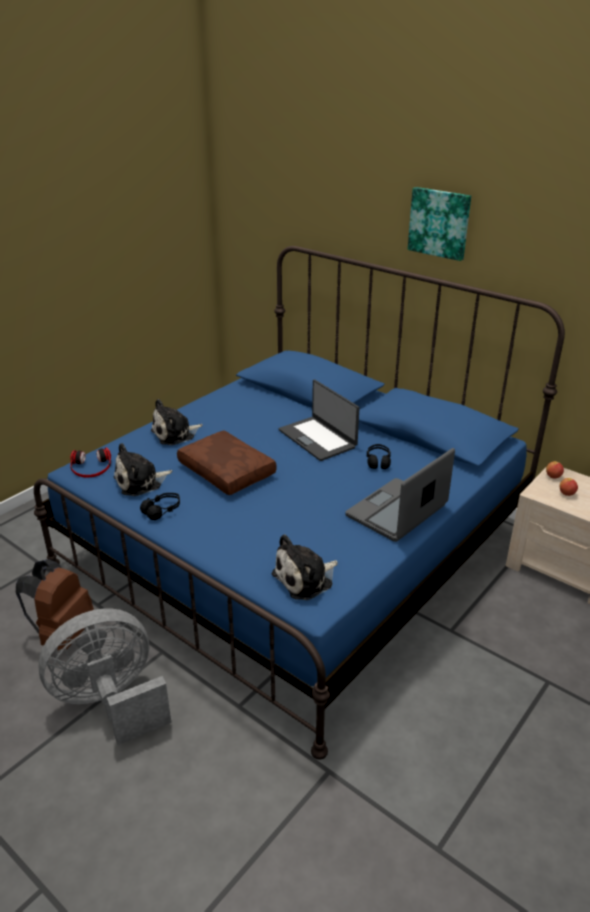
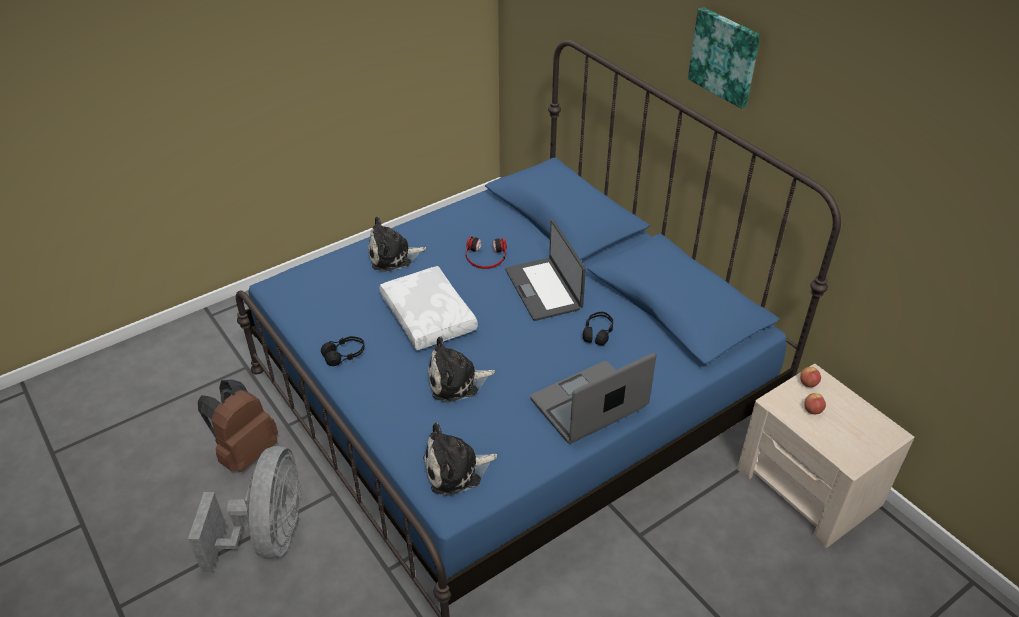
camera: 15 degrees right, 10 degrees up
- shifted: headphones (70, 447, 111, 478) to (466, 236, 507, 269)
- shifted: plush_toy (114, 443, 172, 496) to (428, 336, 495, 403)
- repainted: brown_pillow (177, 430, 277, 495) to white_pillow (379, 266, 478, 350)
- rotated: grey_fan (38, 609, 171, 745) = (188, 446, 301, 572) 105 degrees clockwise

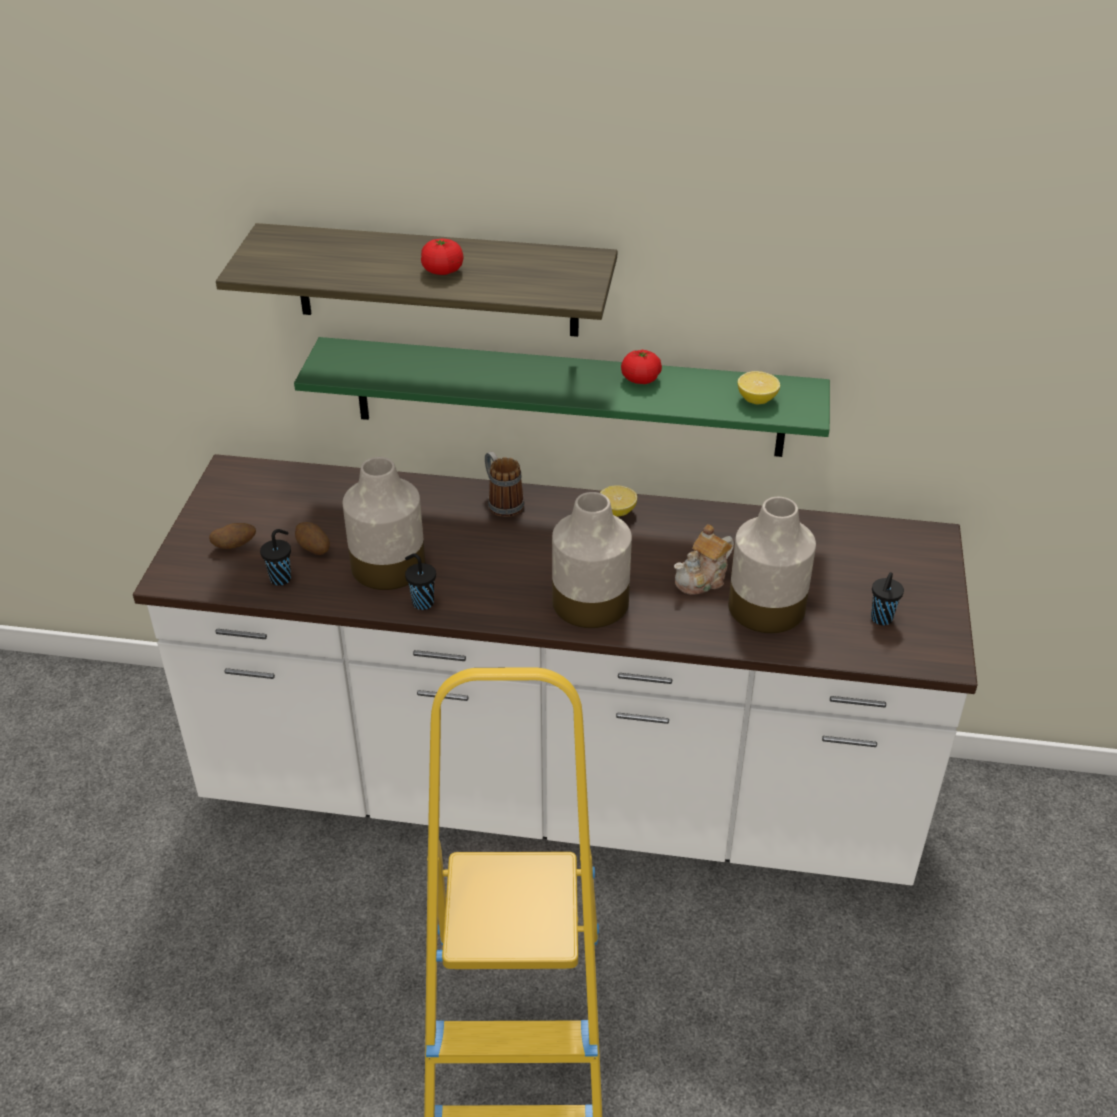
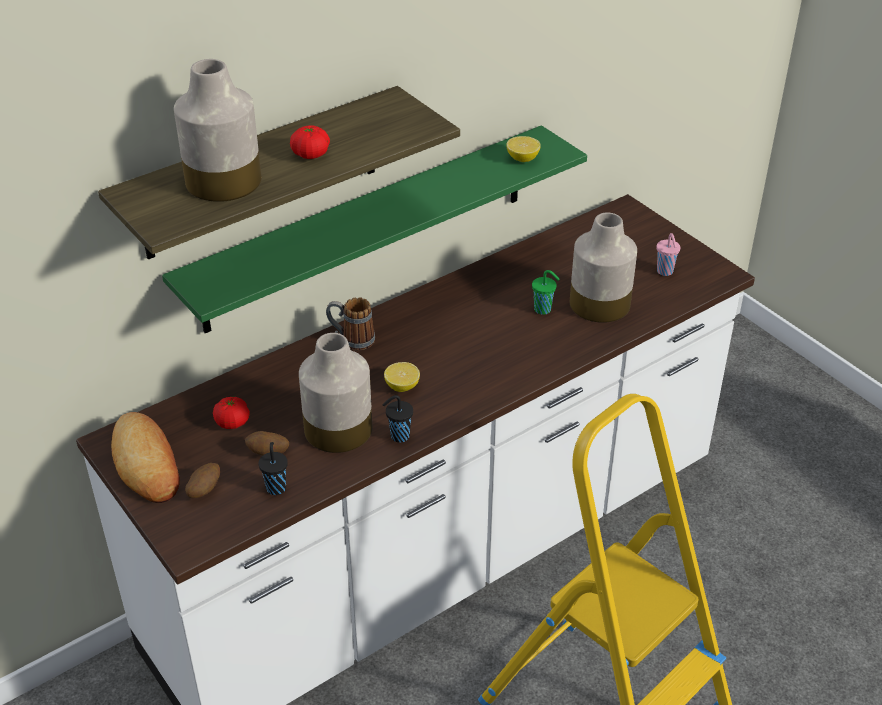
camera: 45 degrees left, 0 degrees up
- new: bread (111, 412, 180, 503)
- shifted: beige_vase (552, 492, 632, 628) to (174, 59, 262, 202)
- shifted: lemon (600, 485, 637, 516) to (384, 362, 420, 392)
- shifted: tomato (621, 350, 662, 384) to (213, 397, 250, 429)
- swapped: teapot (674, 524, 734, 595) to green_cup (532, 270, 560, 315)
- repainted: black_cup (871, 572, 904, 625) to pink_cup (656, 233, 680, 276)

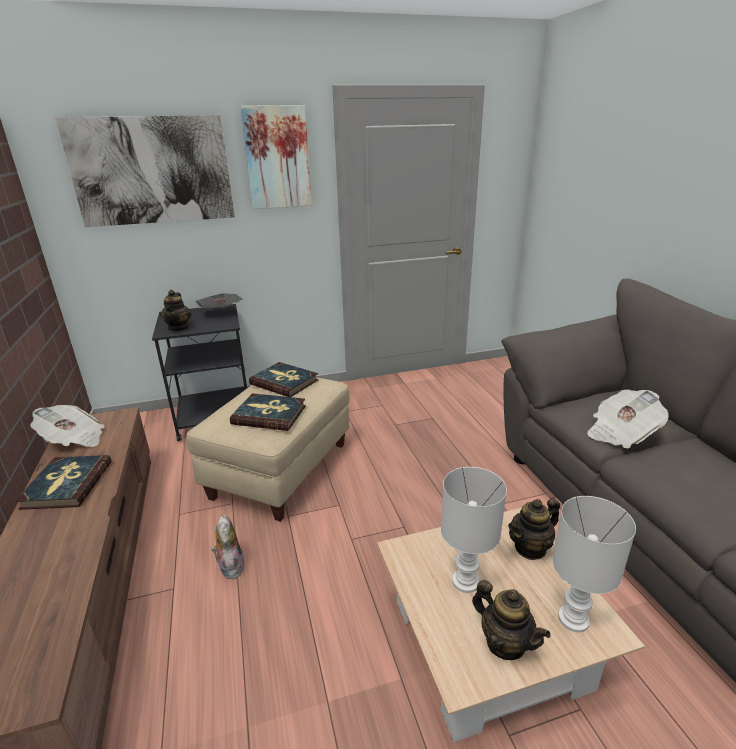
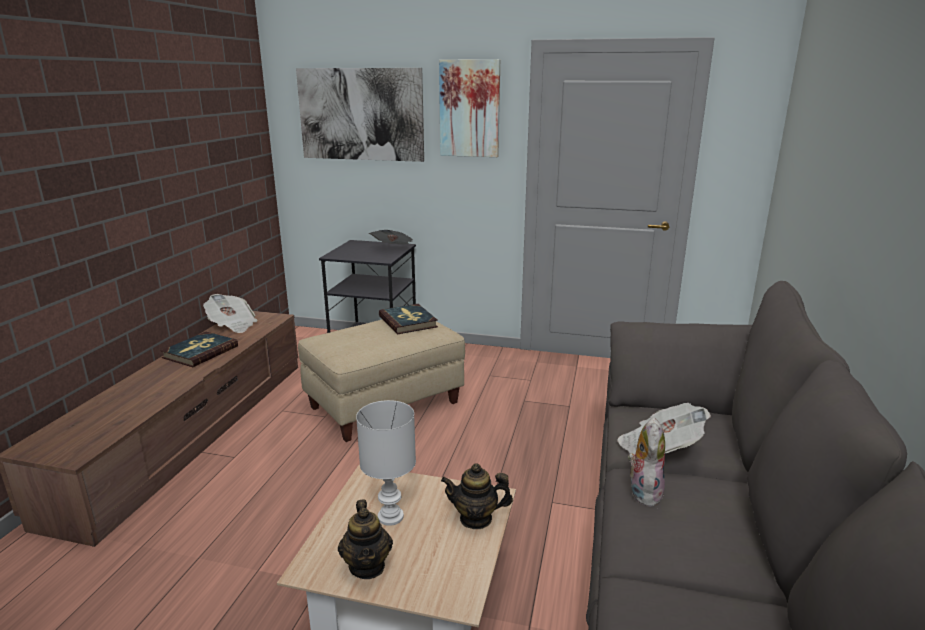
camera: 30 degrees right, 5 degrees down
- gone: teapot (160, 290, 191, 331)
- gone: book (230, 393, 306, 431)
- gone: white_table_lamp (552, 496, 636, 632)
- shifted: plush_toy (211, 515, 245, 579) to (628, 417, 665, 507)

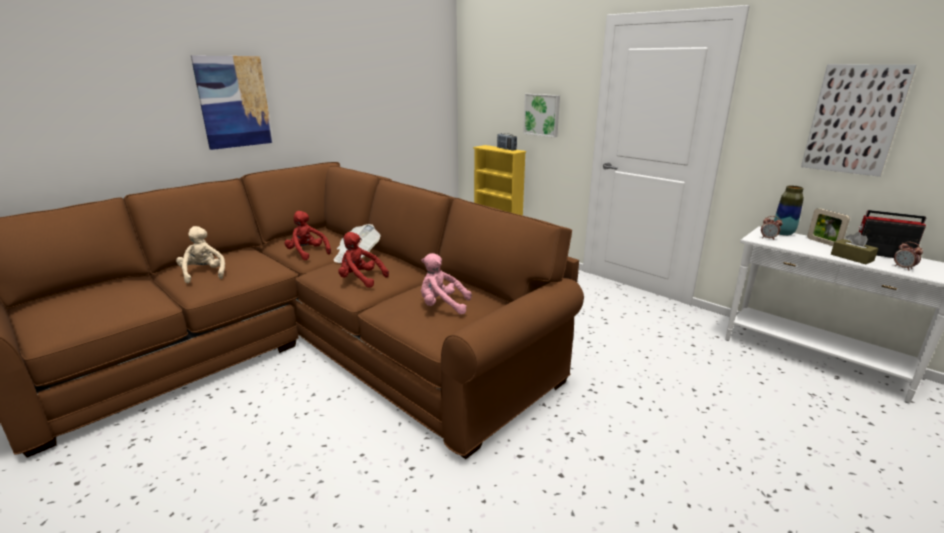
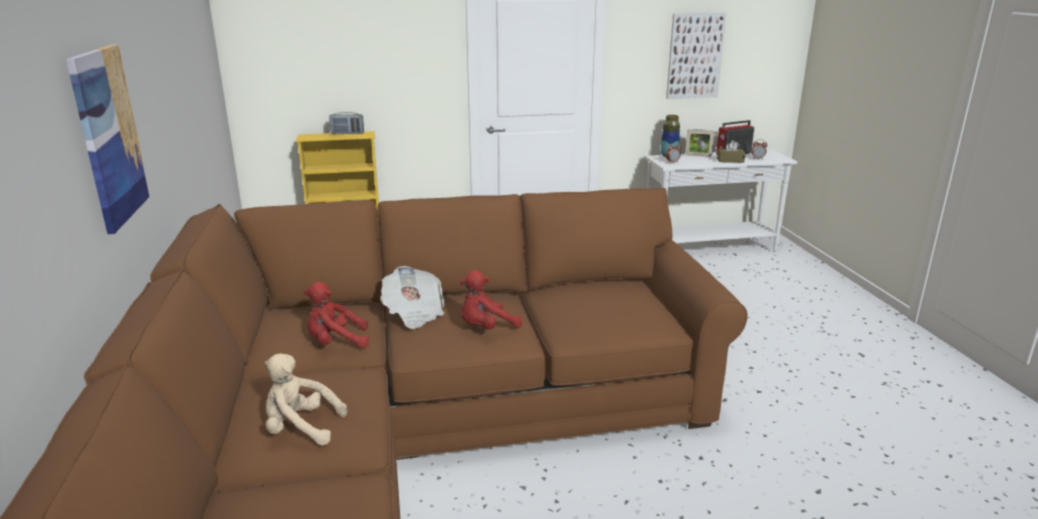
camera: 55 degrees left, 0 degrees up
- gone: pink_plush_toy (421, 253, 472, 314)
- gone: picture (523, 94, 560, 138)

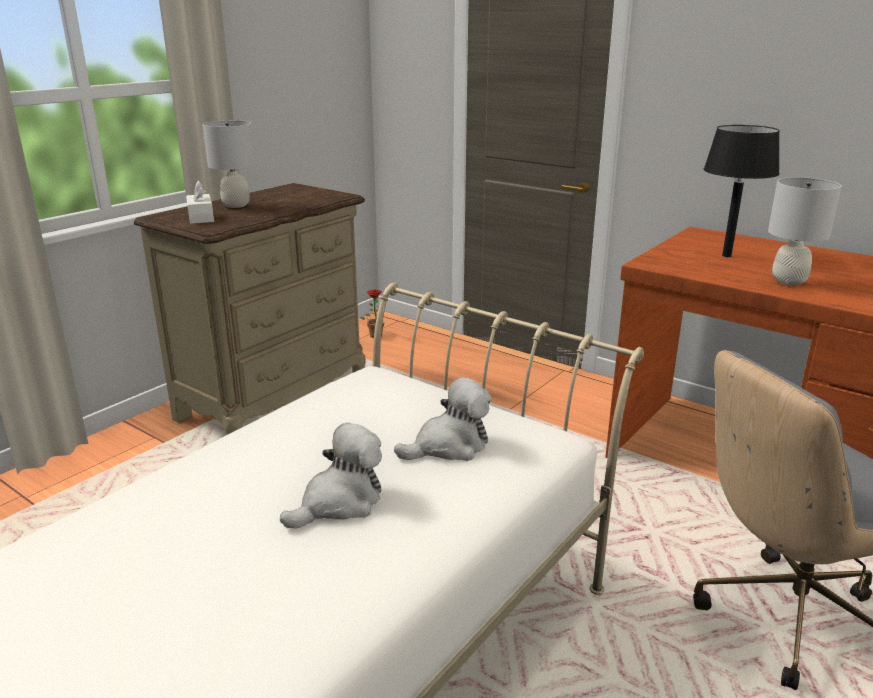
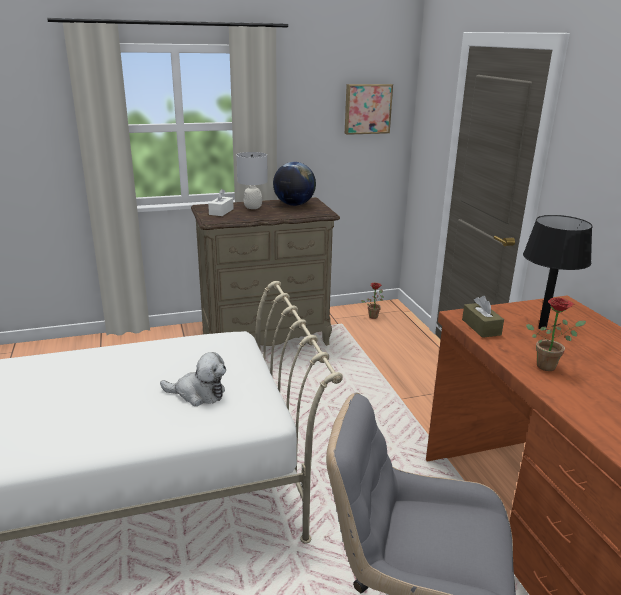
camera: 35 degrees right, 0 degrees up
- gone: plush_toy (280, 423, 382, 528)
- new: globe (273, 162, 316, 206)
- new: picture (345, 84, 393, 135)
- new: brown_tissue_box (462, 296, 504, 338)
- swapped: grey_table_lamp (768, 177, 842, 285) to potted_plant (526, 297, 586, 371)

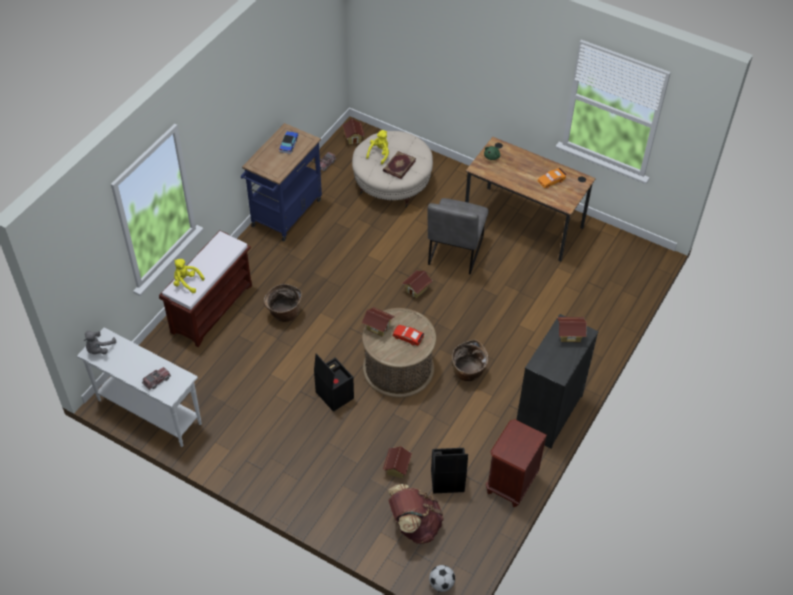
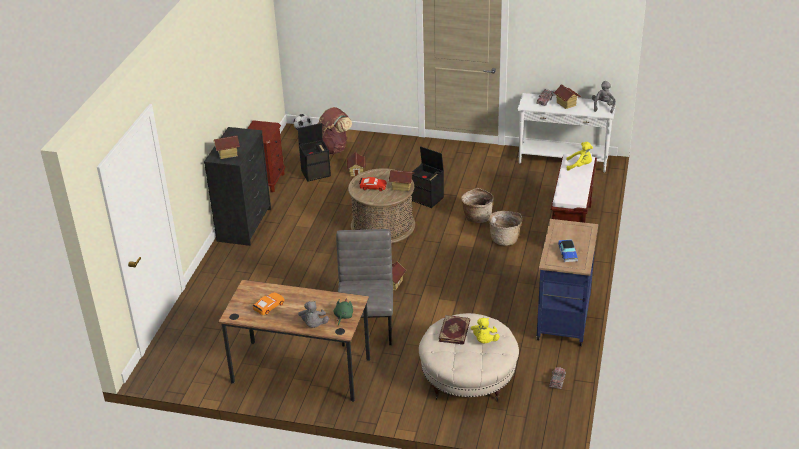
camera: 165 degrees right, 15 degrees down
- new: grey_plush_toy (298, 301, 329, 328)
- shifted: toy_house (343, 119, 365, 144) to (553, 84, 581, 109)
- shifted: basket (452, 340, 488, 381) to (461, 188, 493, 223)

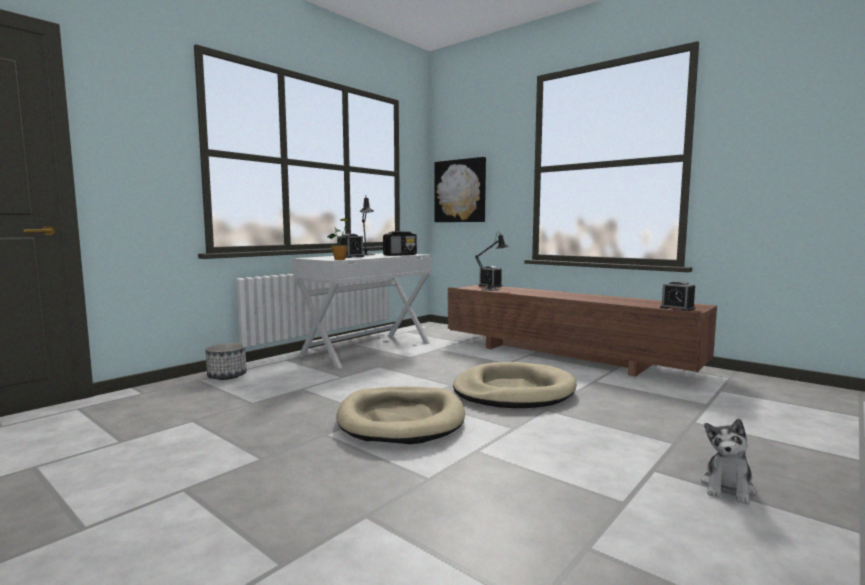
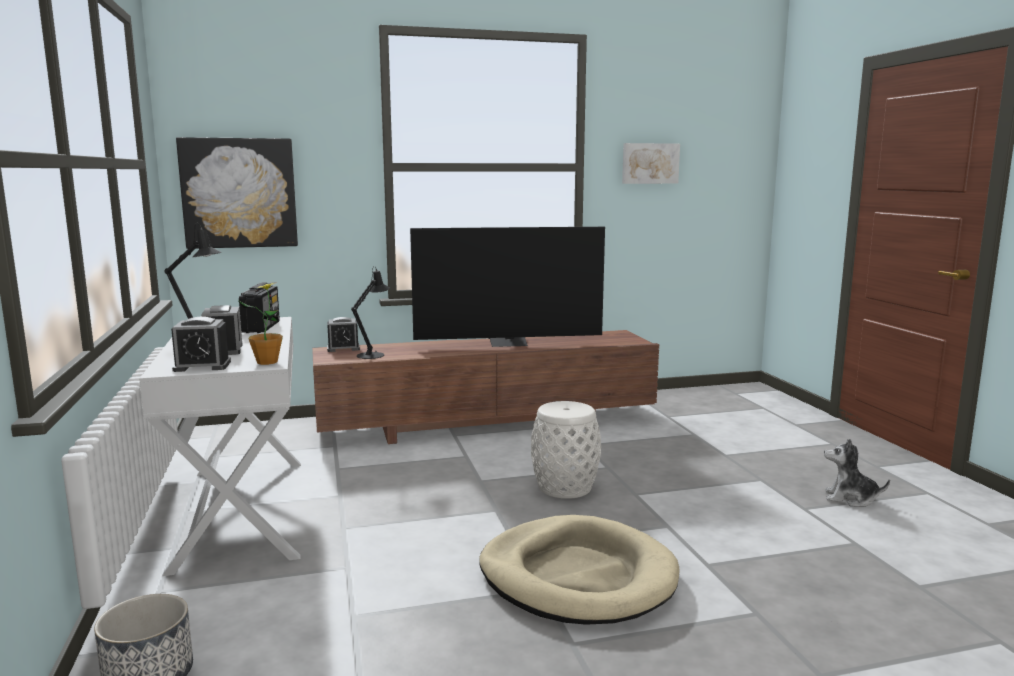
camera: 55 degrees left, 5 degrees up
- new: television (410, 227, 605, 347)
- new: picture (622, 143, 680, 184)
- shifted: alarm_clock (660, 281, 695, 311) to (171, 317, 231, 372)
- swapped: beige_dog_bed (453, 362, 577, 408) to white_stool (531, 401, 601, 499)
- rotated: plush_toy (701, 419, 757, 505) = (824, 439, 890, 507) 135 degrees clockwise

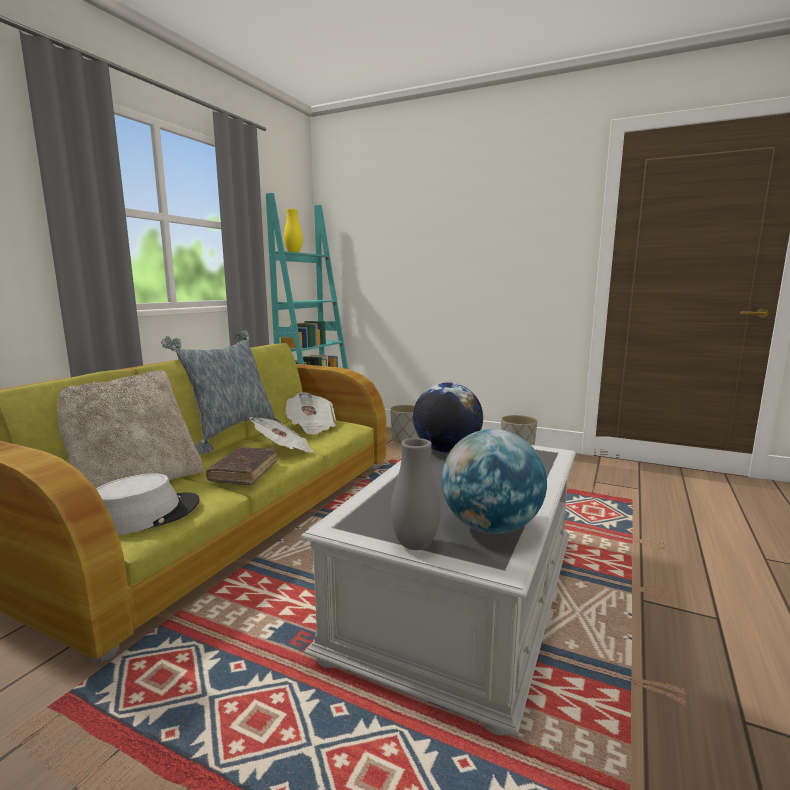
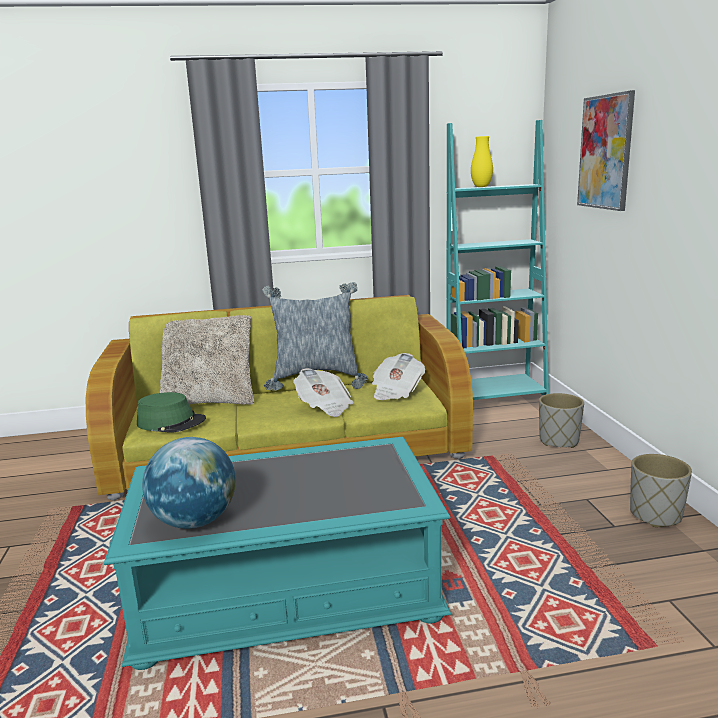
camera: 55 degrees right, 5 degrees up
- gone: brown_book (206, 447, 277, 485)
- gone: grey_vase (390, 438, 441, 550)
- gone: globe (413, 382, 483, 453)
- new: picture (577, 90, 635, 211)
- repainted: grey_hat (96, 473, 200, 535) to green_hat (137, 392, 206, 432)
- repainted: white_coffee_table (300, 445, 576, 736) to turquoise_coffee_table (104, 437, 451, 670)

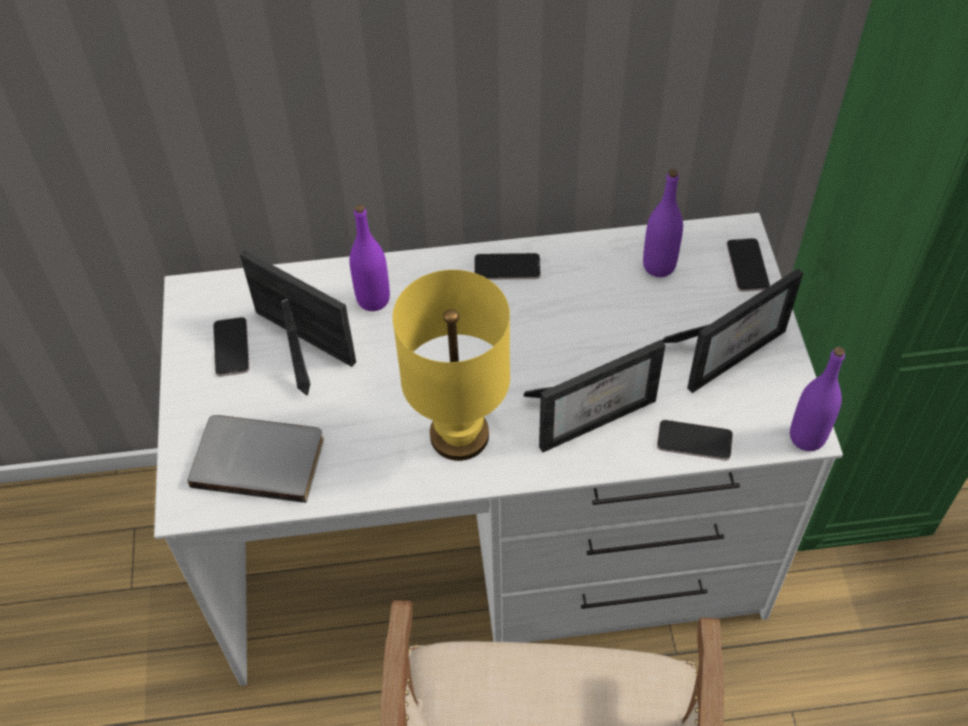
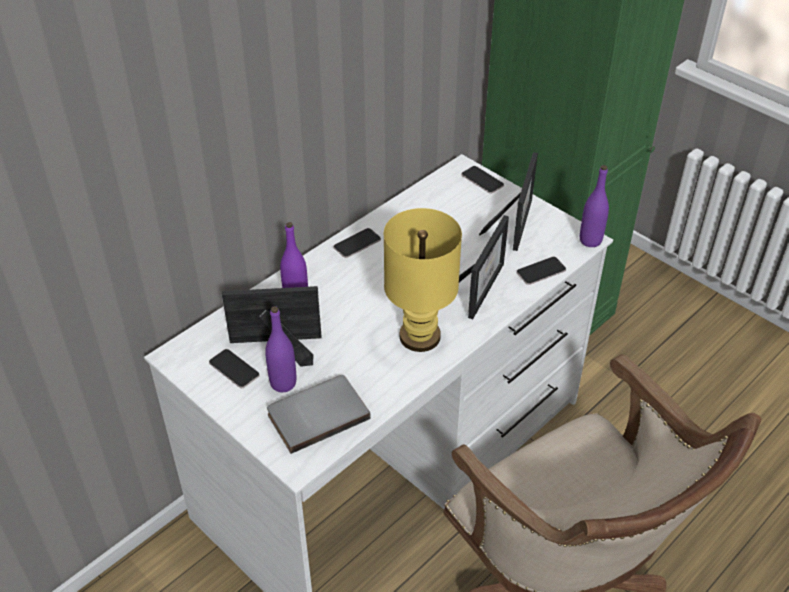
camera: 40 degrees left, 10 degrees down
- shifted: purple_bottle (643, 169, 683, 277) to (265, 306, 296, 392)

